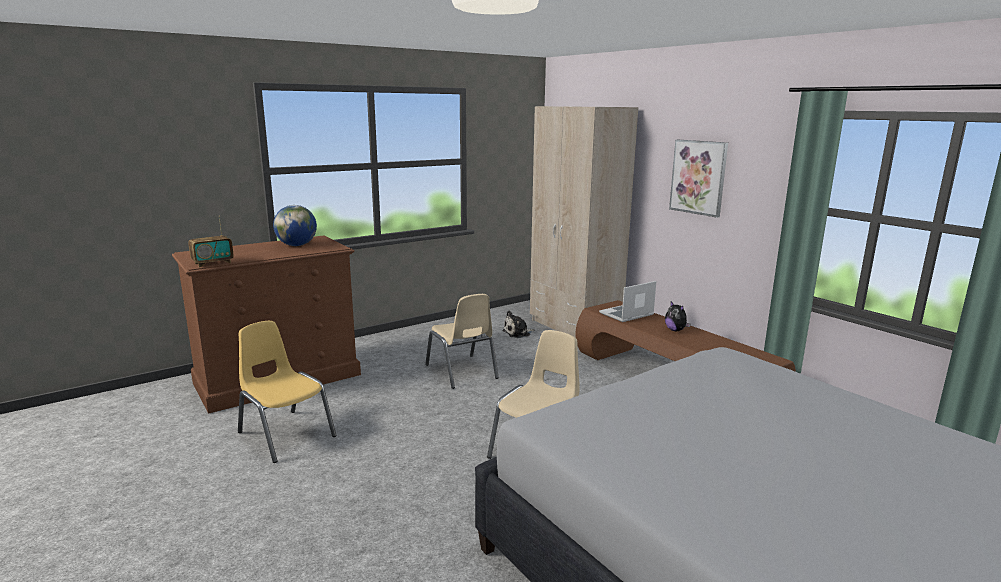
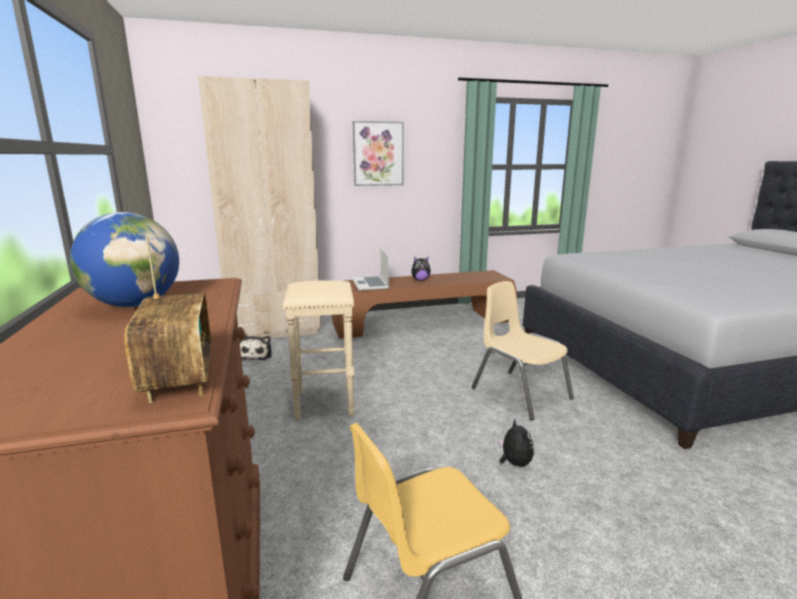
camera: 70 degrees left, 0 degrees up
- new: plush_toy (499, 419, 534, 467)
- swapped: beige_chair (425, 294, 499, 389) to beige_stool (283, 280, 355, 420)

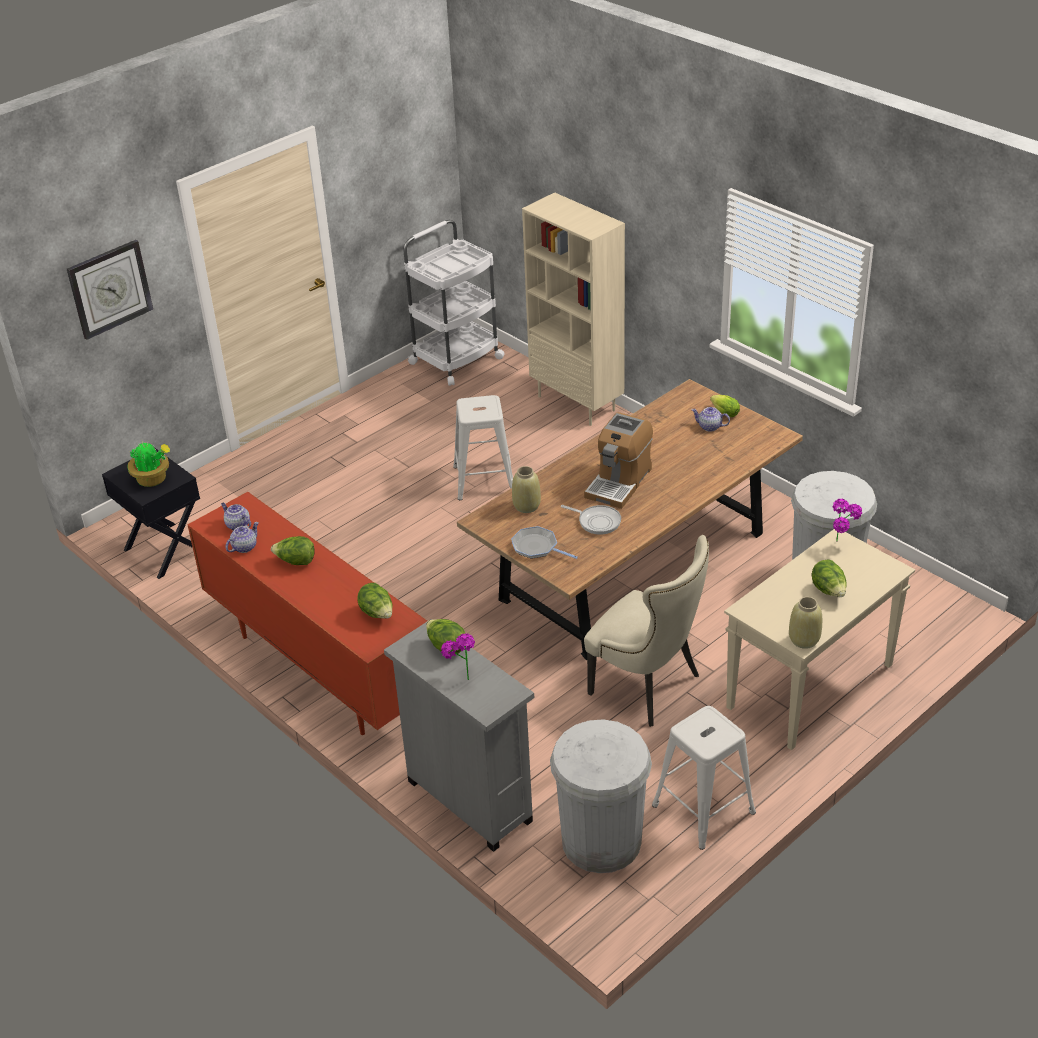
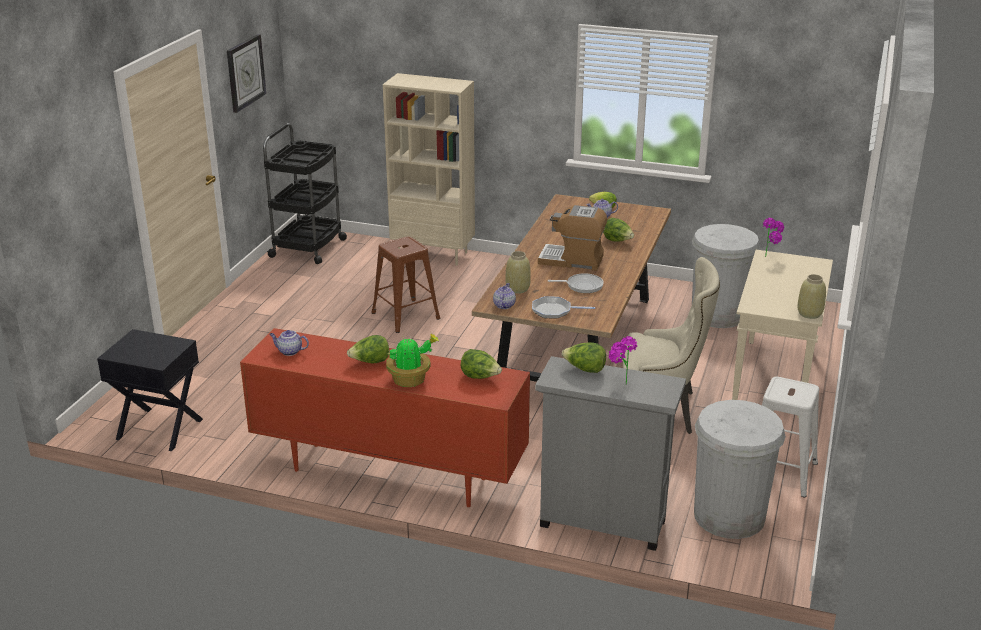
camera: 30 degrees left, 10 degrees down
- shifted: wall_clock (67, 240, 153, 340) to (227, 34, 266, 113)
- shifted: potted_plant (127, 439, 170, 487) to (386, 334, 439, 387)
- shifted: teapot (226, 522, 259, 553) to (493, 283, 516, 309)
- shifted: lettuce (811, 559, 847, 597) to (603, 218, 634, 242)
- repainted: white_cart (404, 220, 505, 386) to black_cart (263, 123, 347, 264)
- repainted: white_stool (453, 395, 513, 500) to brown_stool (371, 236, 441, 333)
- rotated: coffee_machine (584, 412, 653, 509) = (538, 205, 607, 271) 105 degrees clockwise

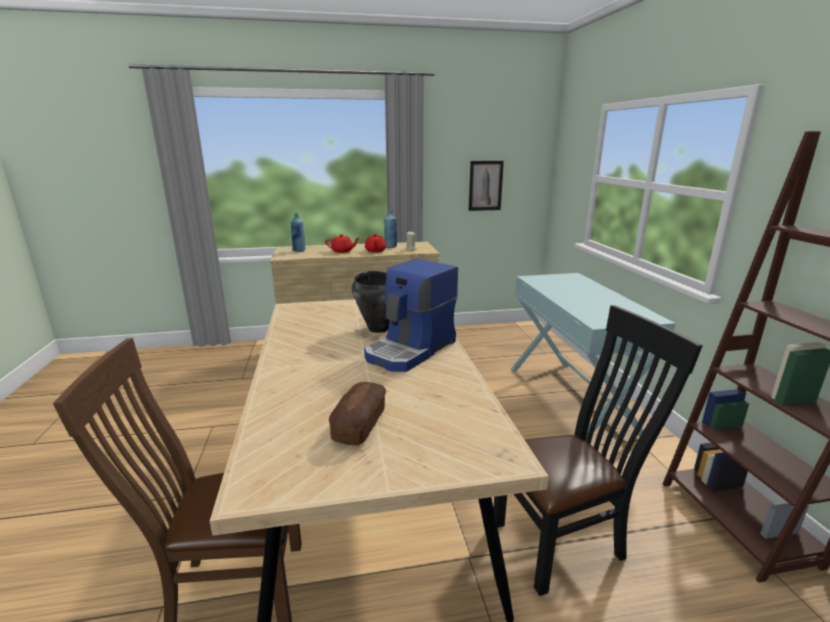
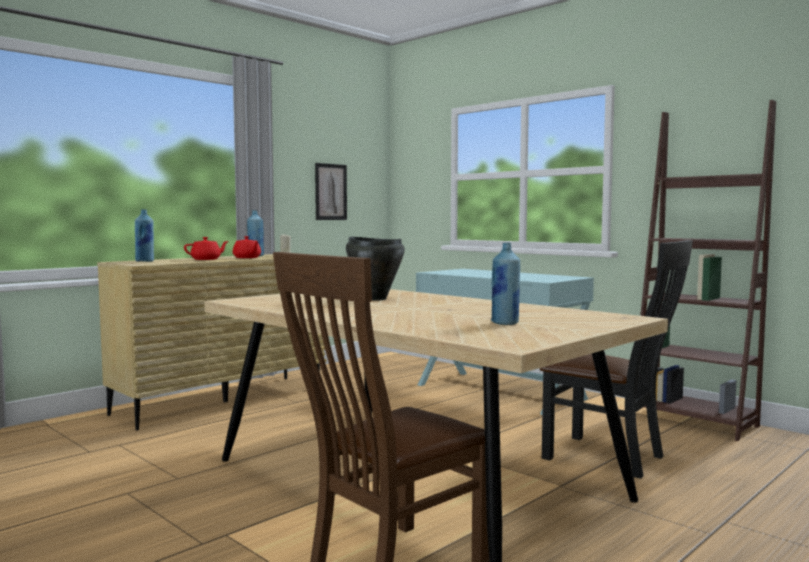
camera: 35 degrees left, 15 degrees down
- gone: coffee_machine (364, 259, 458, 372)
- swapped: bread (329, 382, 386, 445) to blue_bottle (491, 242, 520, 325)
- rotated: black_chair (494, 305, 703, 596) = (540, 240, 693, 479) 90 degrees clockwise

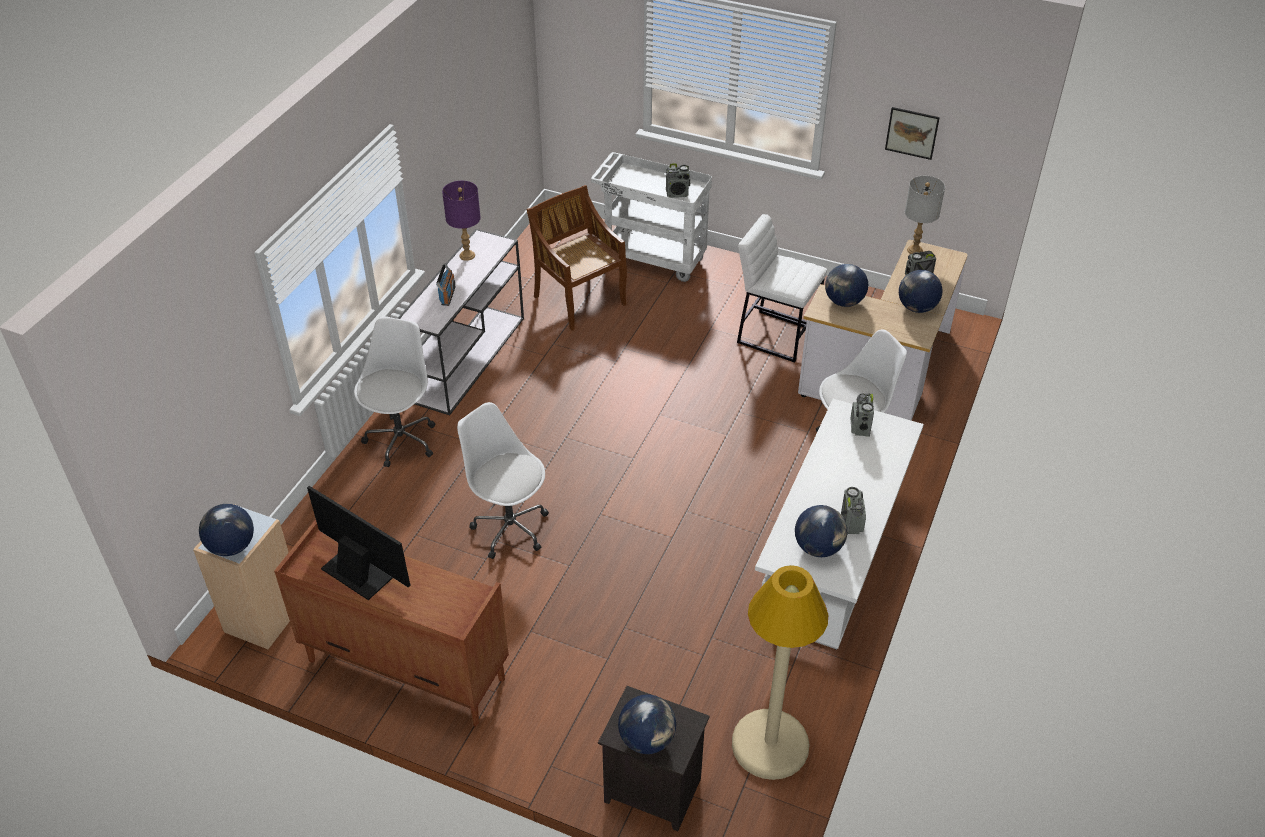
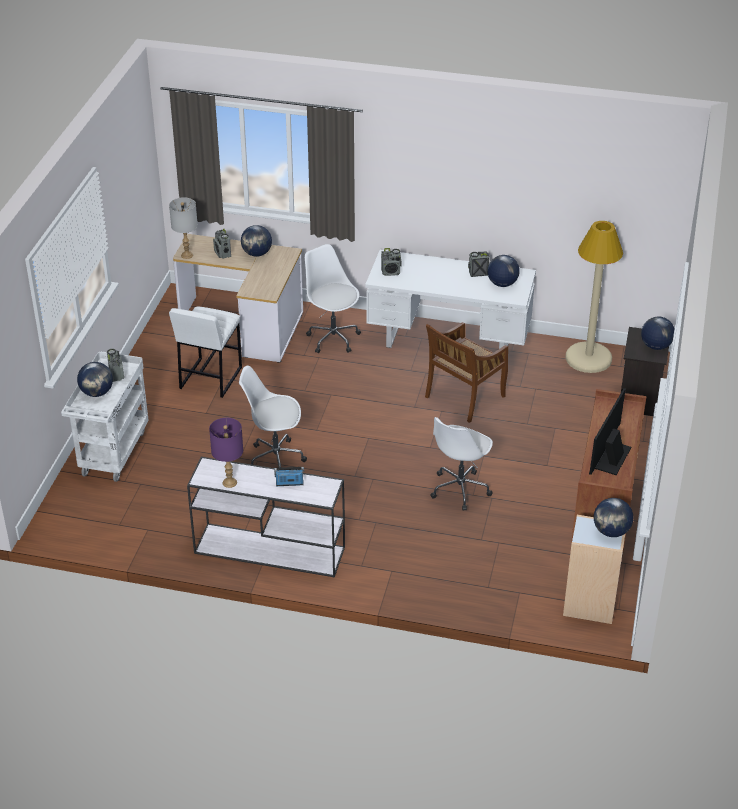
camera: 100 degrees left, 5 degrees down
- gone: picture (885, 107, 940, 160)
- shifted: white_office_chair (354, 316, 435, 467) to (239, 366, 307, 468)
- shifted: brown_chair (526, 185, 627, 331) to (425, 322, 508, 423)
- shifted: globe (825, 264, 868, 307) to (77, 362, 113, 397)

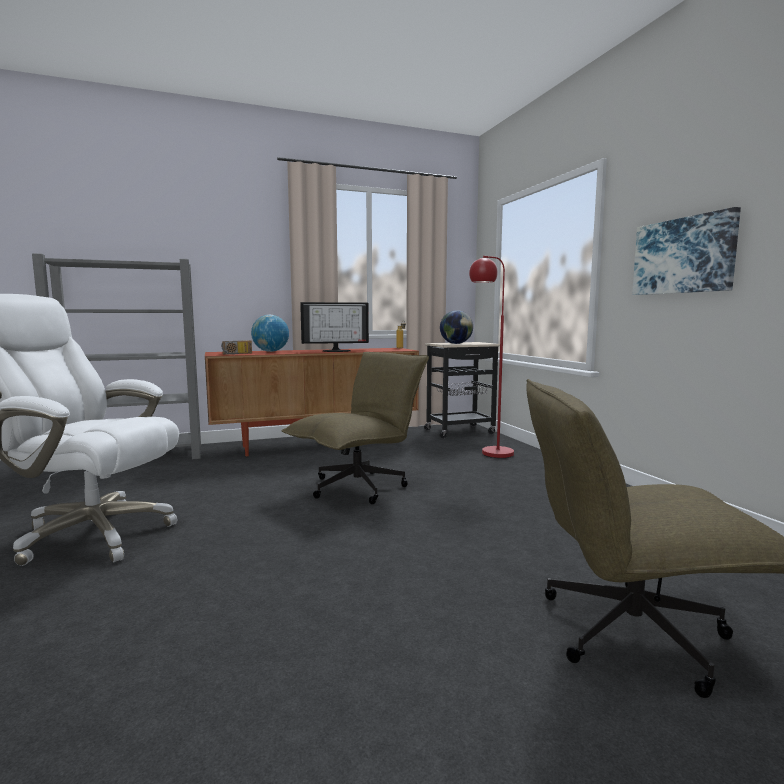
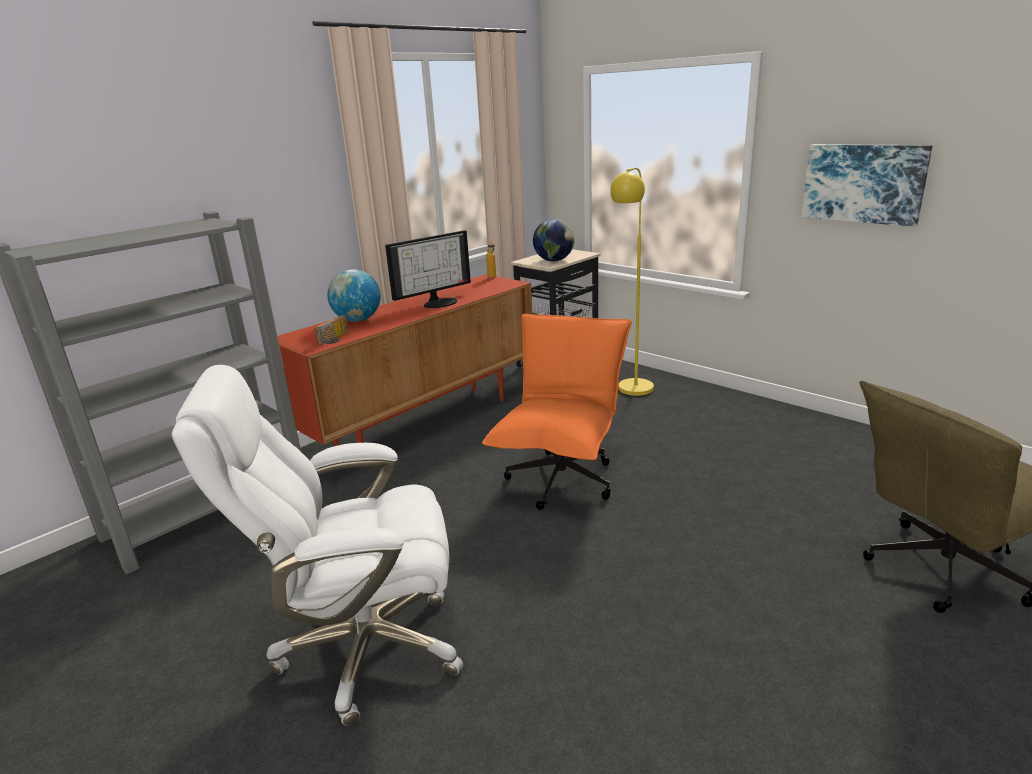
camera: 25 degrees left, 15 degrees up
- repainted: beige_office_chair (281, 352, 429, 504) to orange_office_chair (482, 314, 632, 510)
- repainted: red_floor_lamp (469, 256, 514, 458) to yellow_floor_lamp (610, 167, 654, 396)

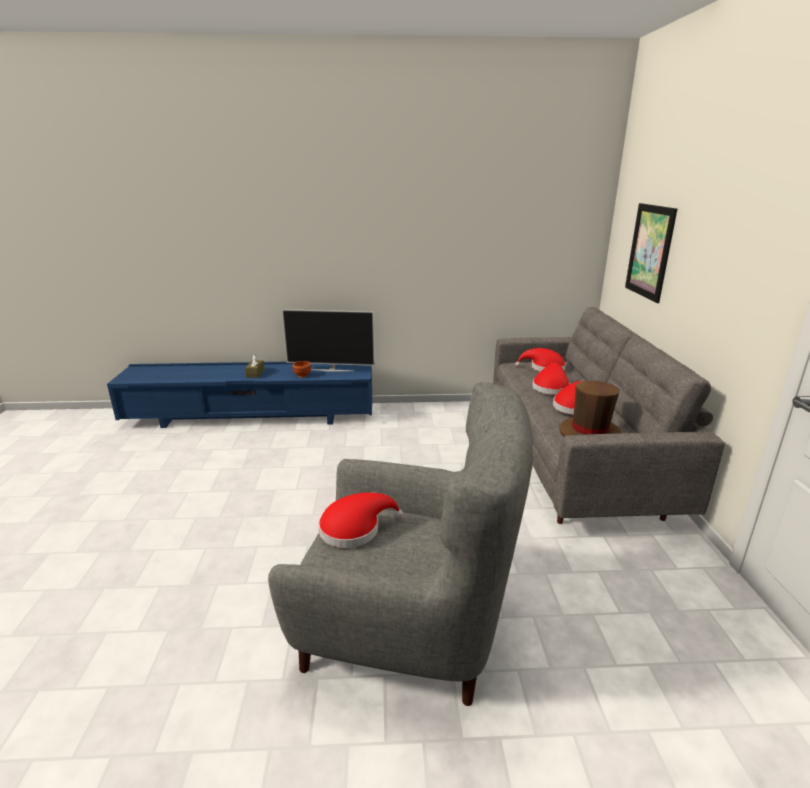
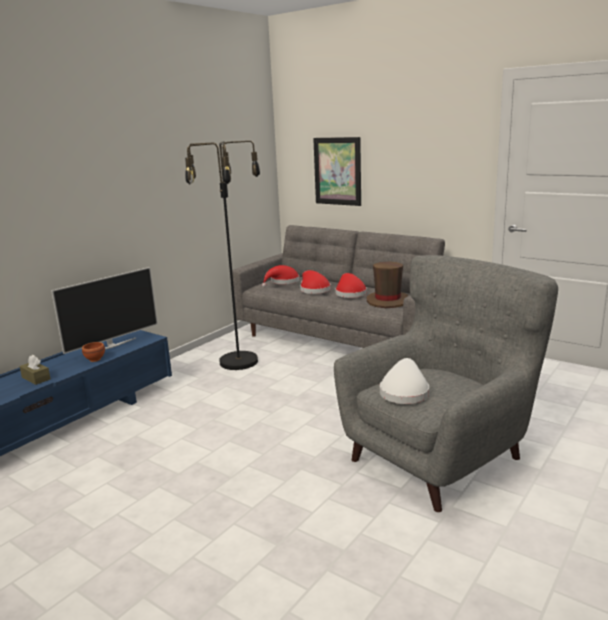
camera: 50 degrees left, 5 degrees down
- new: floor_lamp (185, 141, 260, 370)
- repainted: red_hat (318, 492, 403, 548) to white_hat (380, 358, 429, 404)

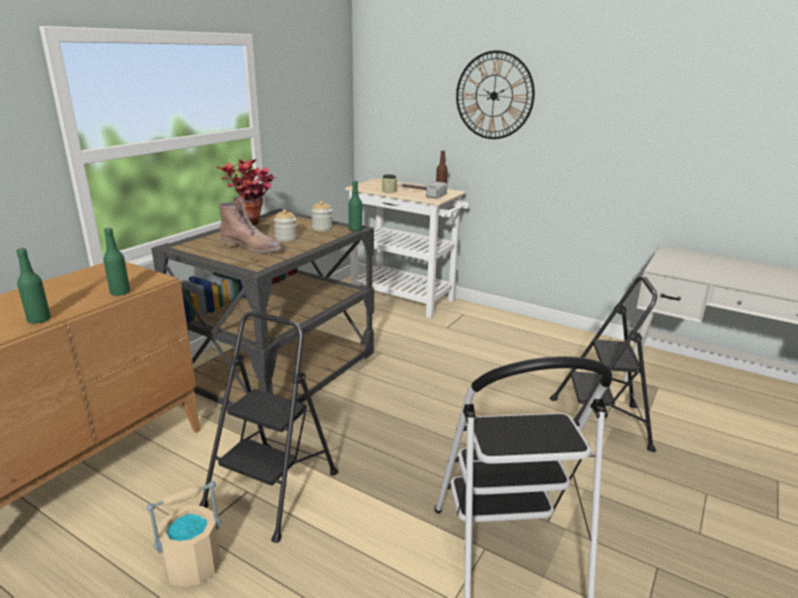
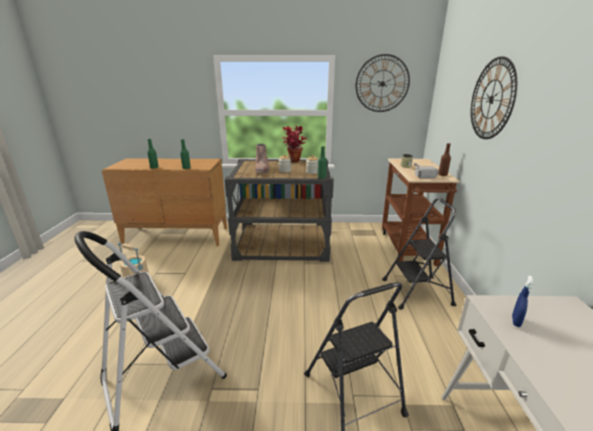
camera: 60 degrees right, 0 degrees up
- new: wall_clock (356, 54, 410, 112)
- new: blue_spray_bottle (512, 276, 534, 327)
- shifted: black_step_ladder (199, 311, 339, 543) to (382, 198, 457, 310)
- repainted: white_cart (345, 178, 469, 319) to brown_cart (382, 159, 460, 266)

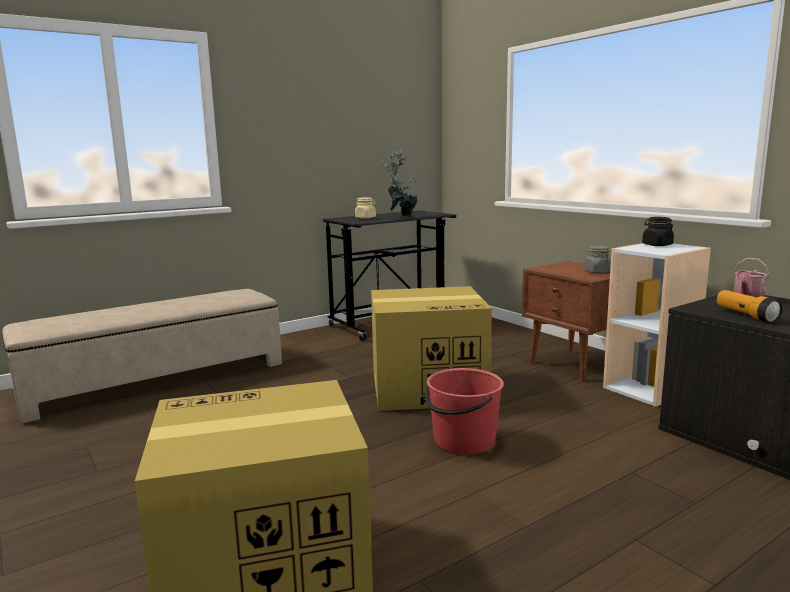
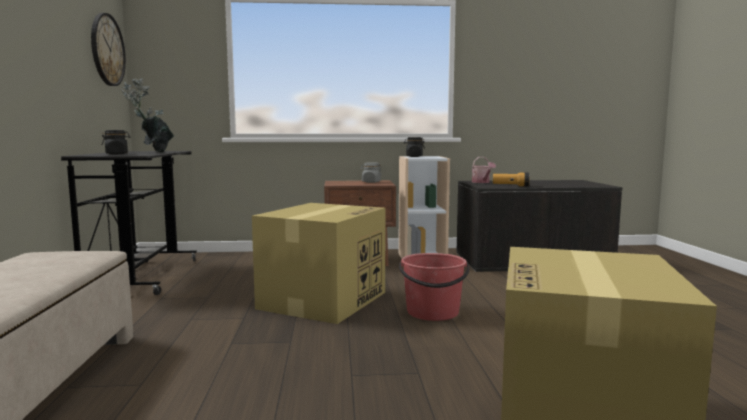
camera: 60 degrees left, 5 degrees down
- new: wall_clock (91, 13, 126, 86)
- repainted: beige_jar (355, 197, 376, 219) to black_jar (102, 130, 130, 154)

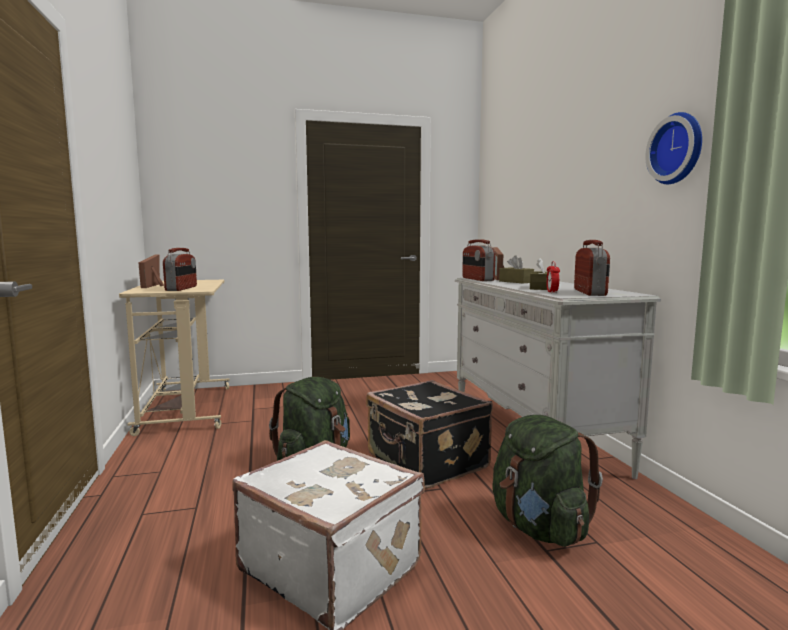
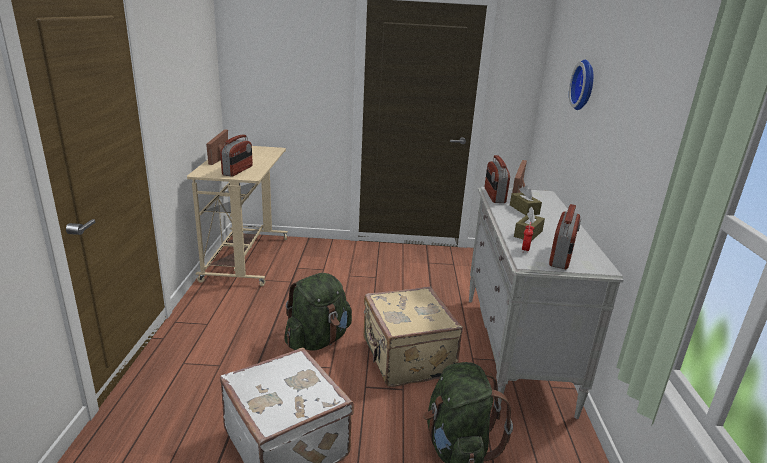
camera: 15 degrees right, 15 degrees up
- shifted: wall_clock (645, 112, 702, 184) to (569, 60, 593, 110)
- repainted: black_suitcase (366, 380, 493, 489) to beige_suitcase (363, 287, 463, 387)

